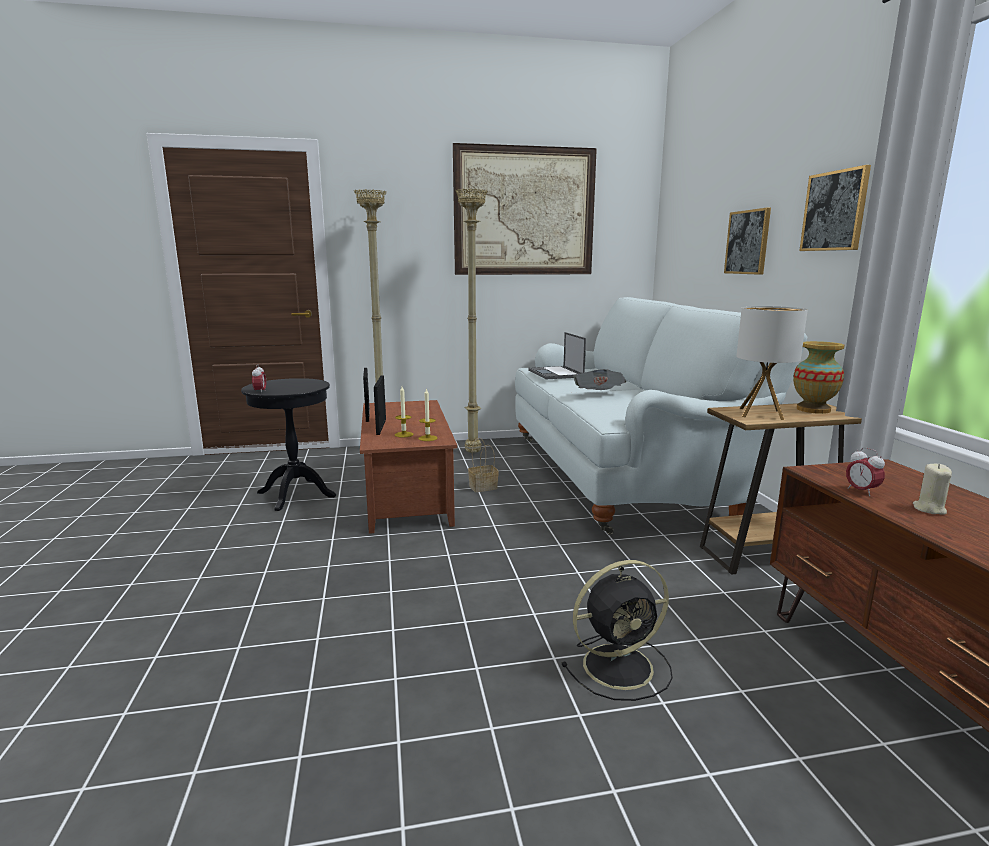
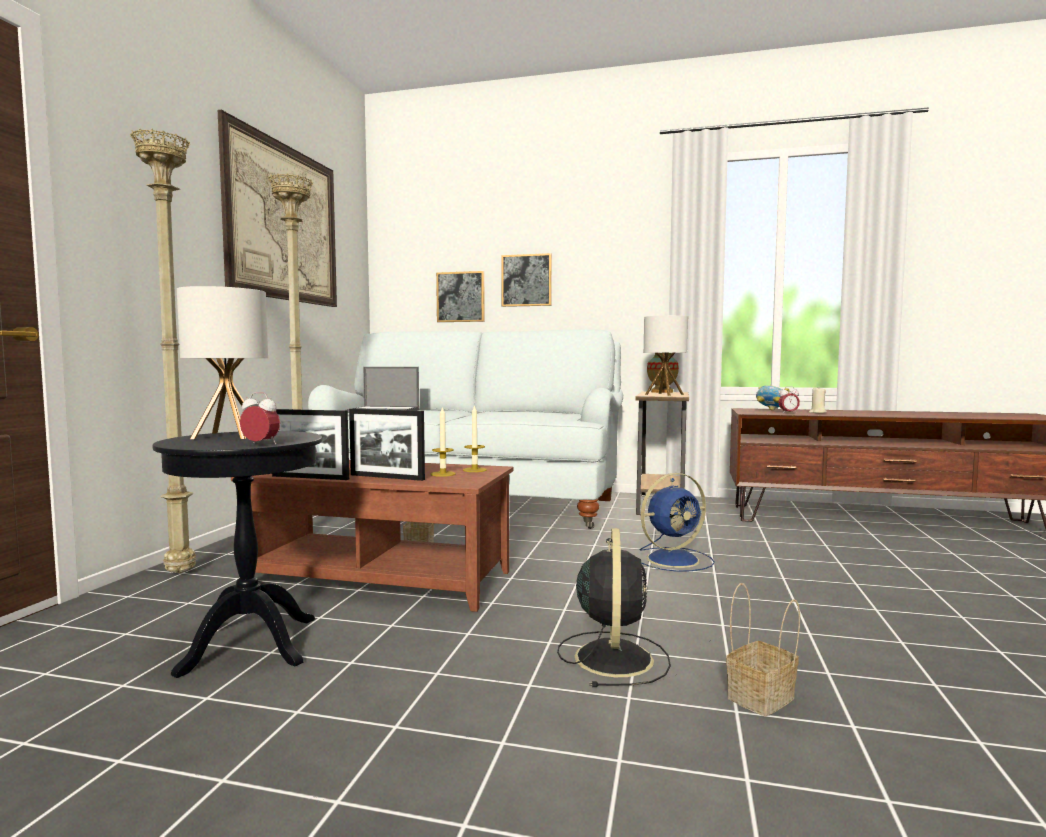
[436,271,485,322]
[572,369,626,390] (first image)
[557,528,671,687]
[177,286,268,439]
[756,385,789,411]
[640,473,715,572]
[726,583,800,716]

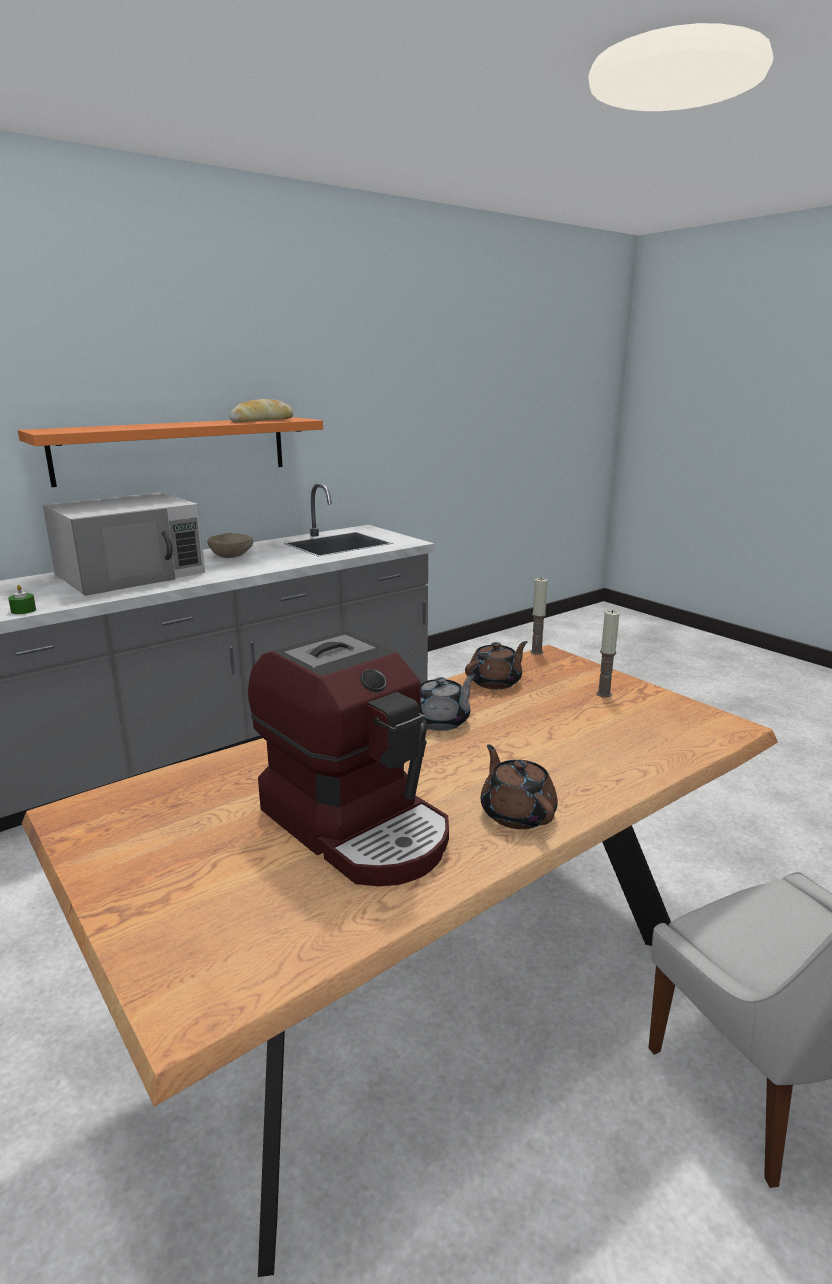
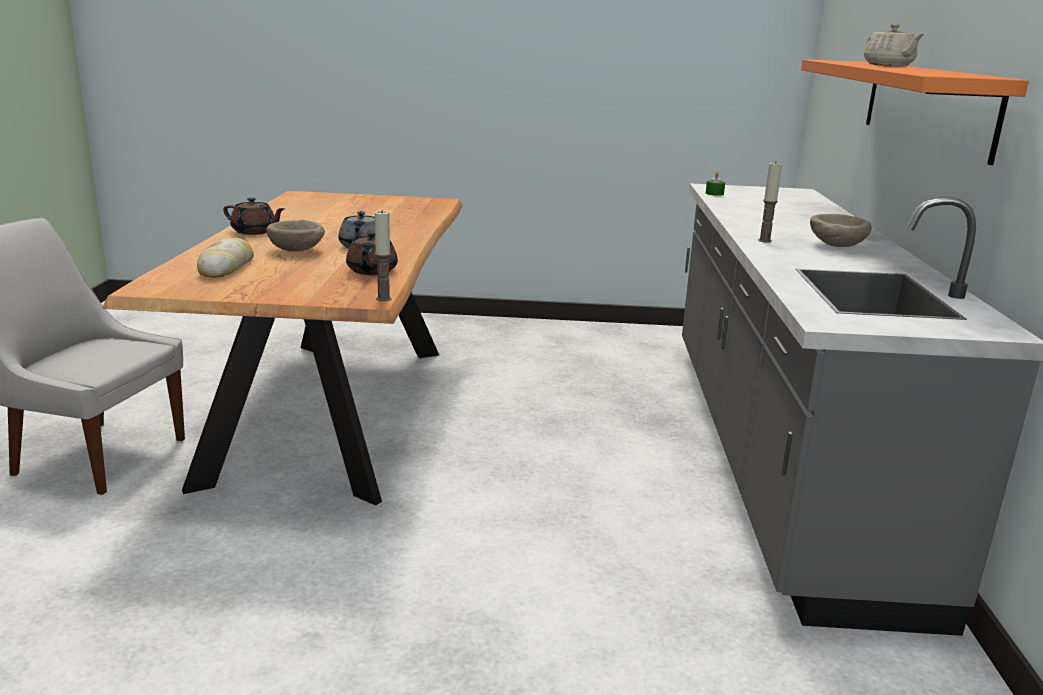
[197,237,254,278]
[43,492,205,596] (first image)
[758,162,782,243]
[248,631,449,886] (first image)
[864,24,924,66]
[266,220,325,252]

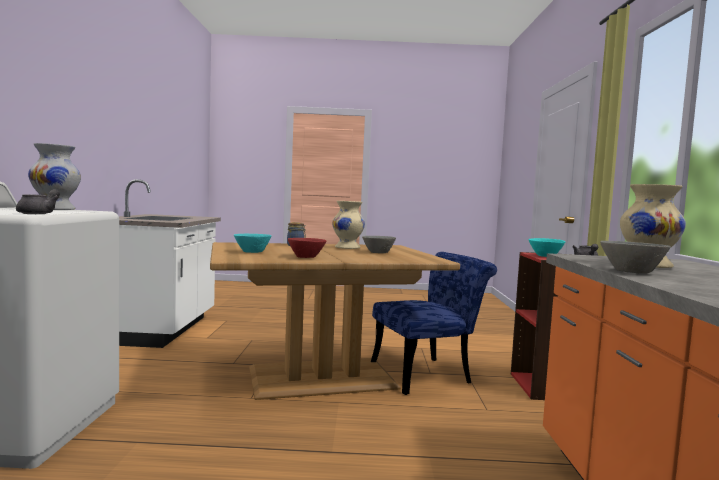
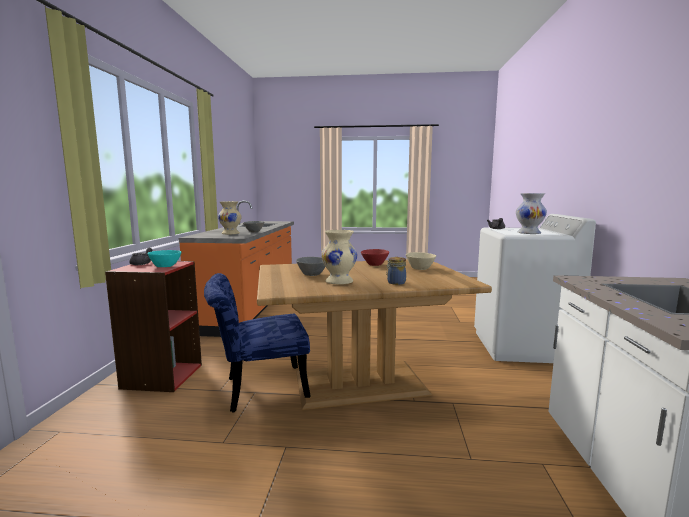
[406,252,436,270]

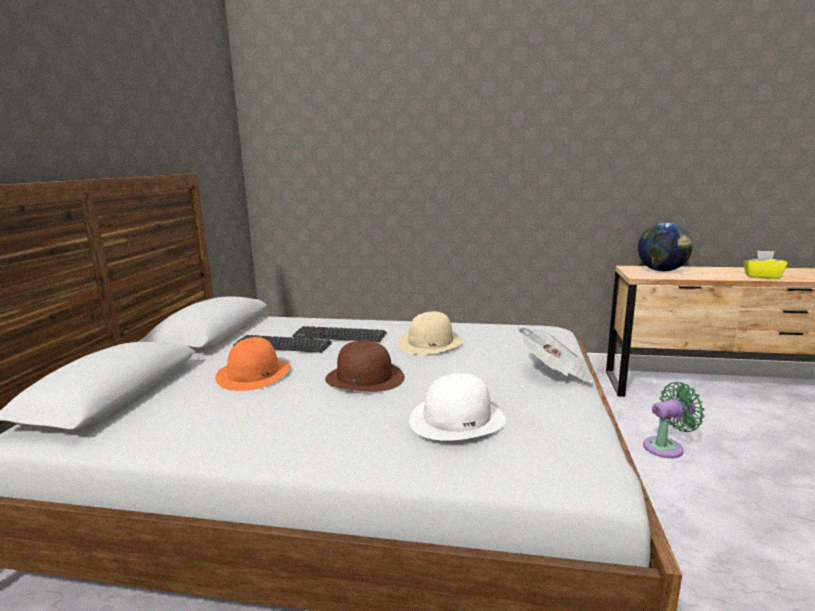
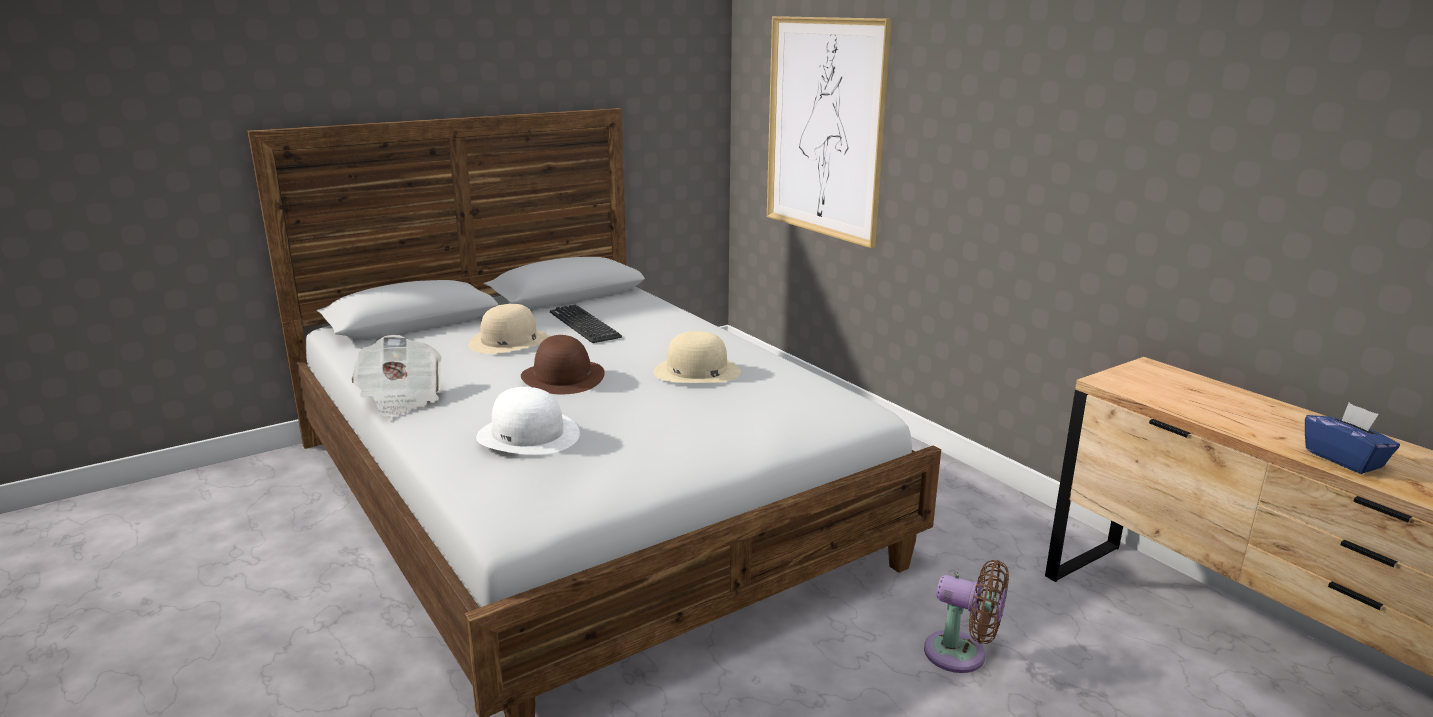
[638,222,693,272] (first image)
[1305,403,1400,474]
[292,326,387,342] (first image)
[351,335,441,417]
[469,304,549,354]
[924,560,1009,673]
[767,16,892,248]

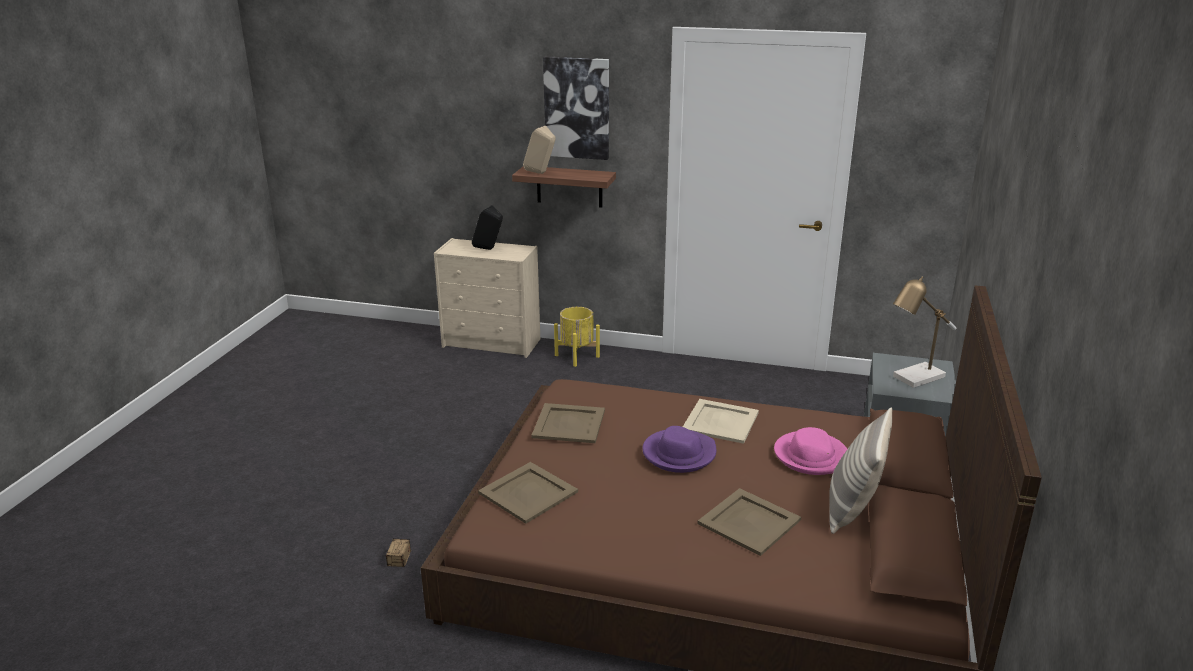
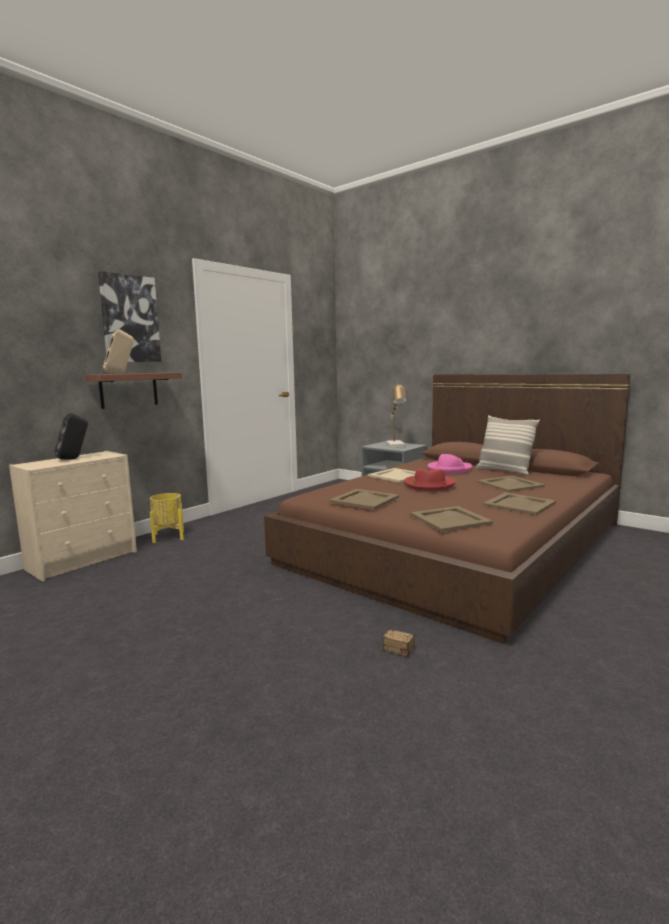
[404,469,456,491]
[483,493,556,515]

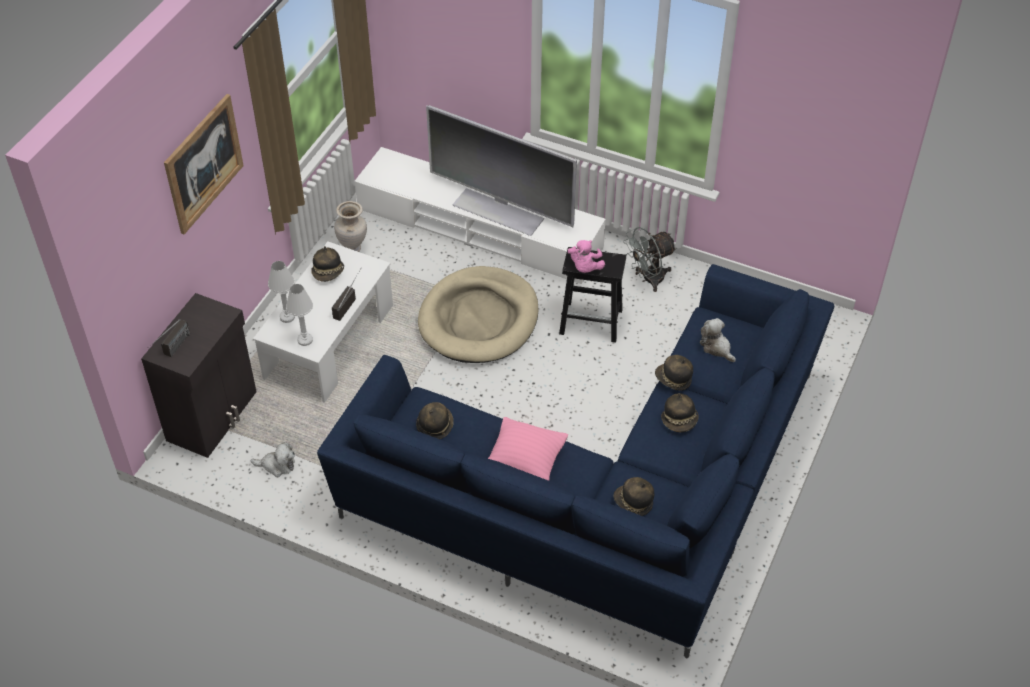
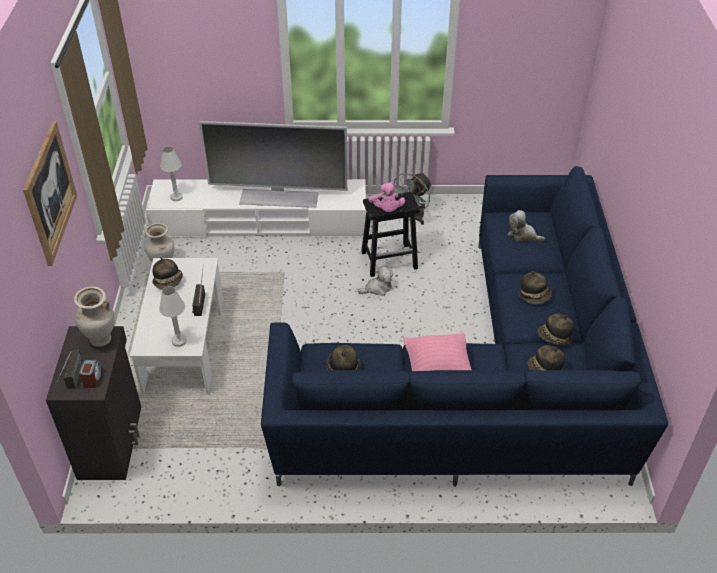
[160,146,183,201]
[418,266,539,363] (first image)
[537,314,574,345]
[358,266,394,296]
[74,286,115,347]
[79,360,102,388]

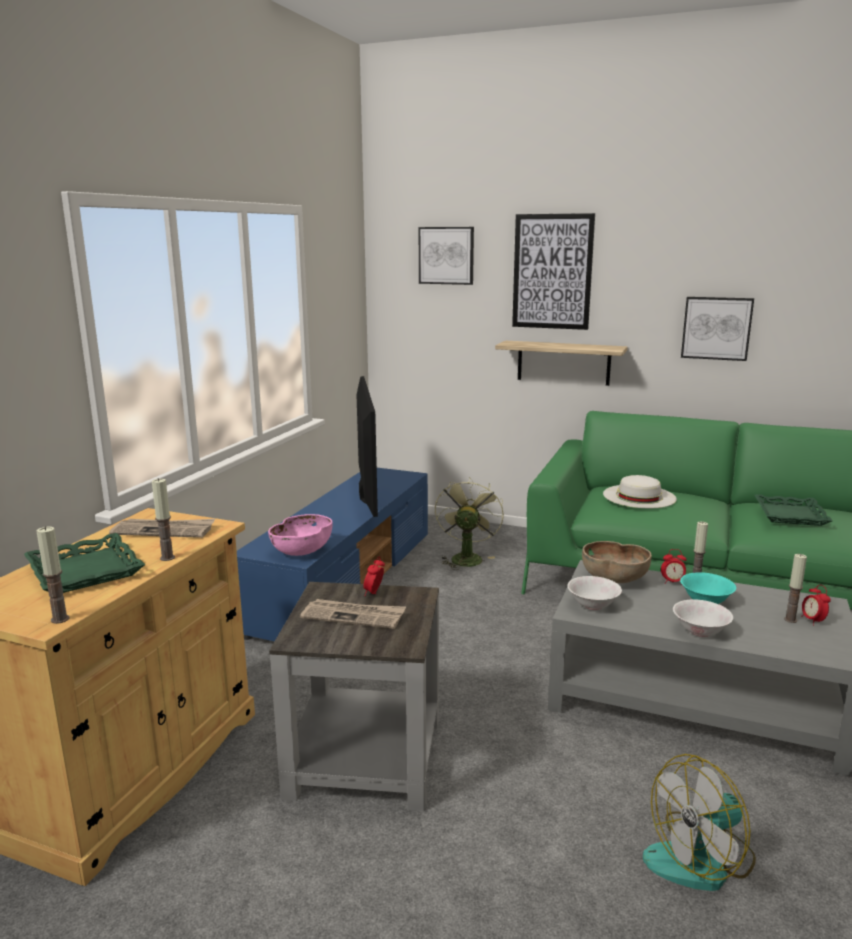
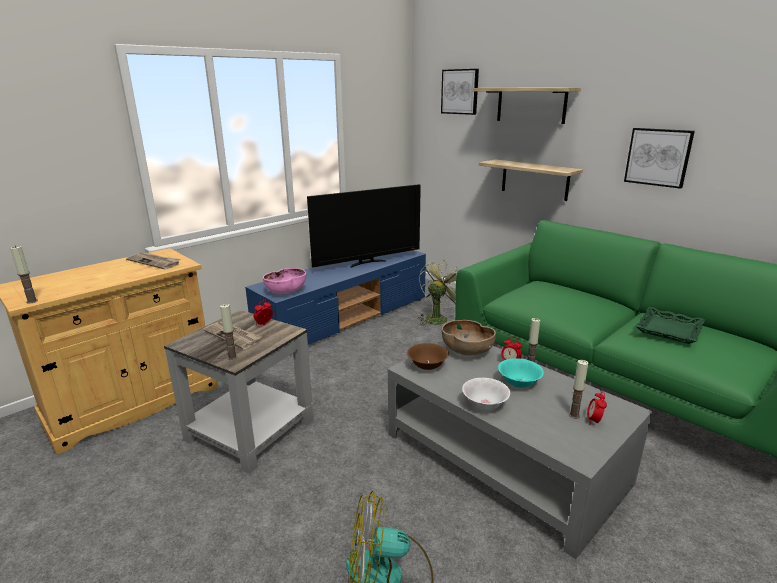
[473,87,581,124]
[307,184,421,268]
[603,475,677,508] (first image)
[220,304,237,360]
[24,533,145,593] (first image)
[407,343,449,370]

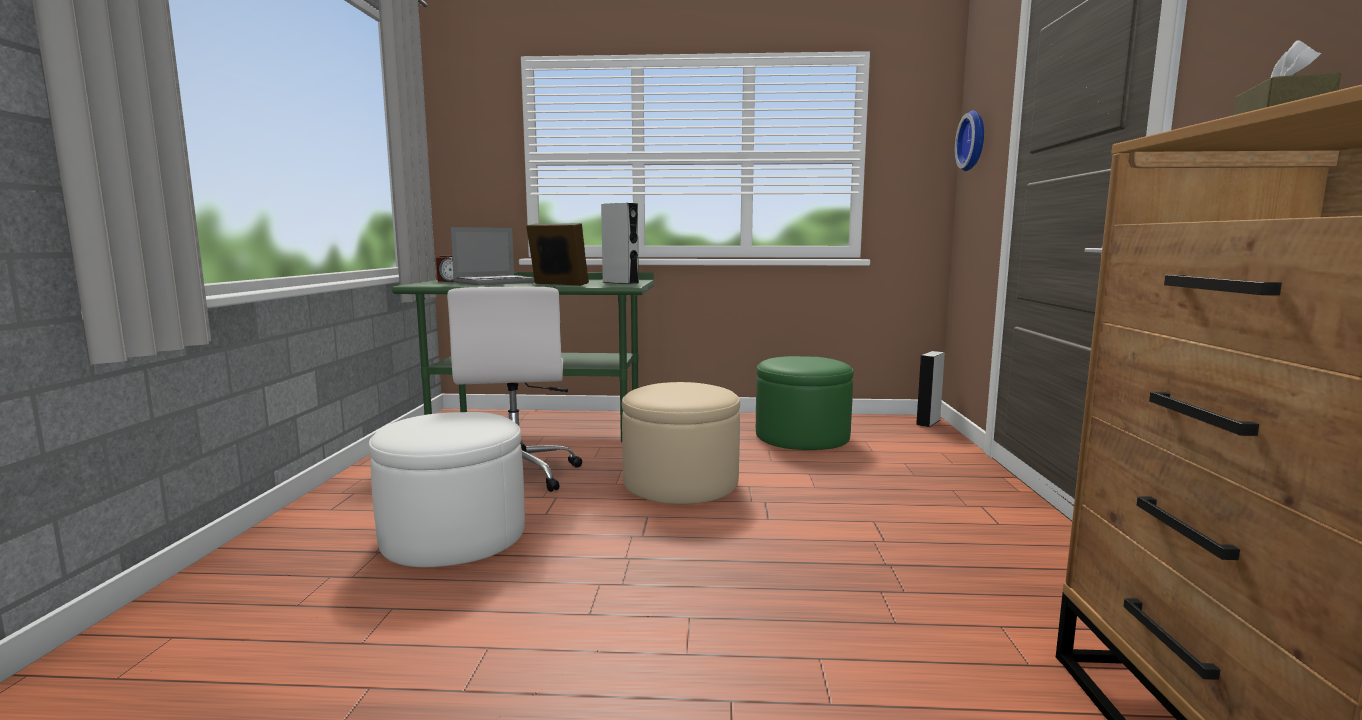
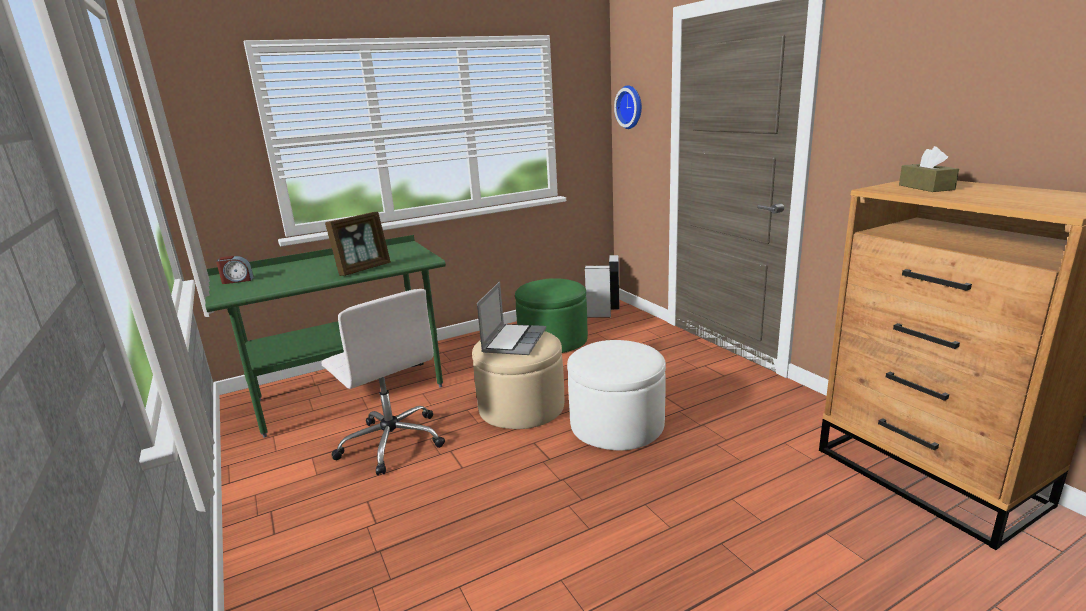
[585,265,611,318]
[325,211,391,276]
[477,282,546,355]
[567,340,666,451]

